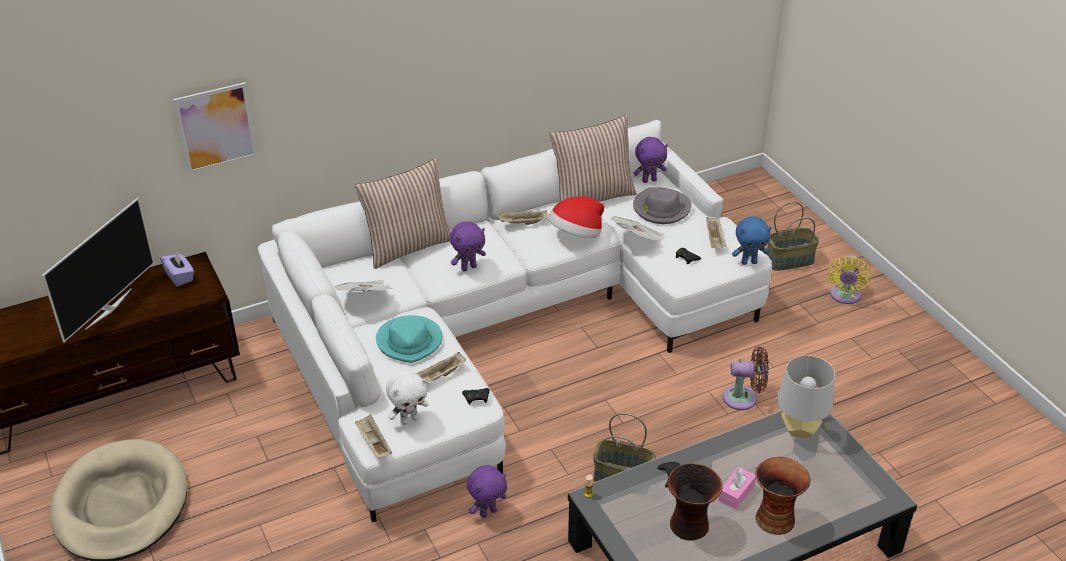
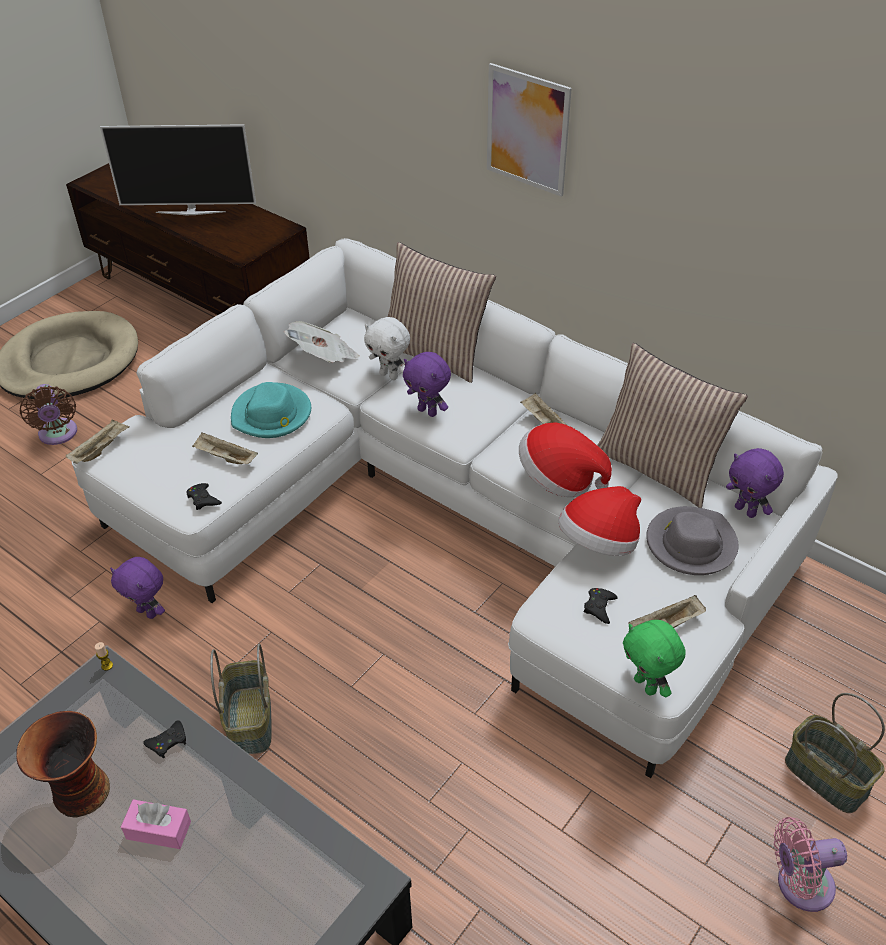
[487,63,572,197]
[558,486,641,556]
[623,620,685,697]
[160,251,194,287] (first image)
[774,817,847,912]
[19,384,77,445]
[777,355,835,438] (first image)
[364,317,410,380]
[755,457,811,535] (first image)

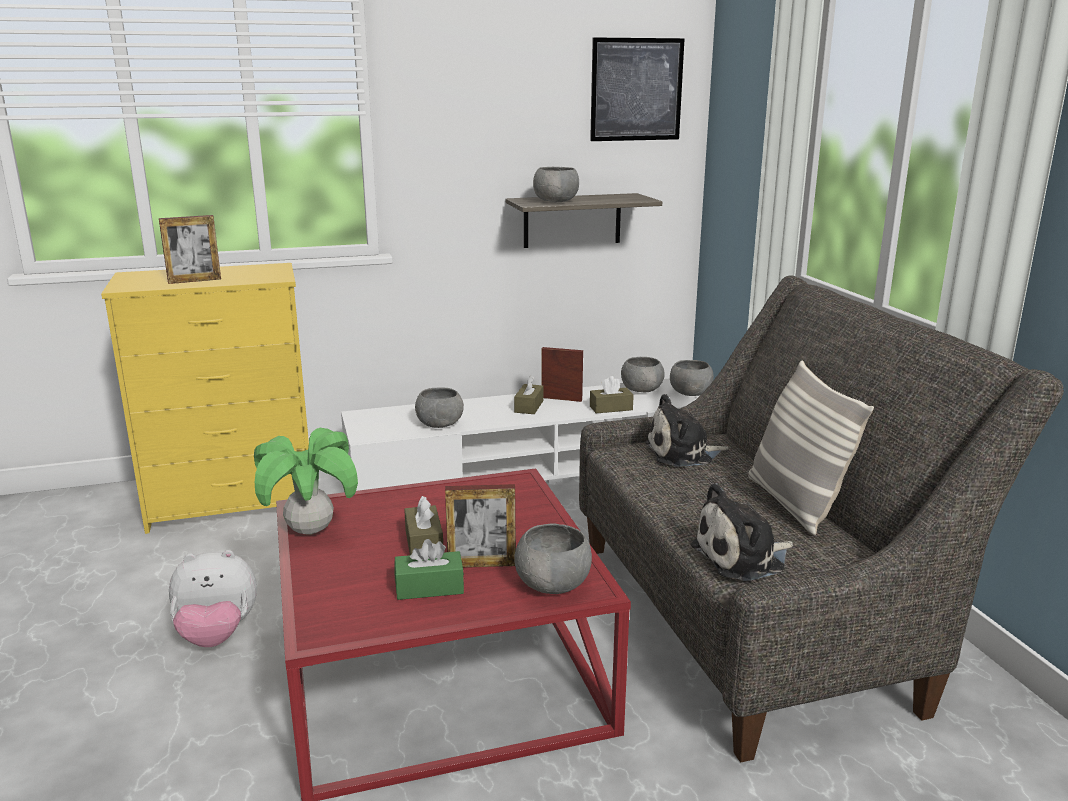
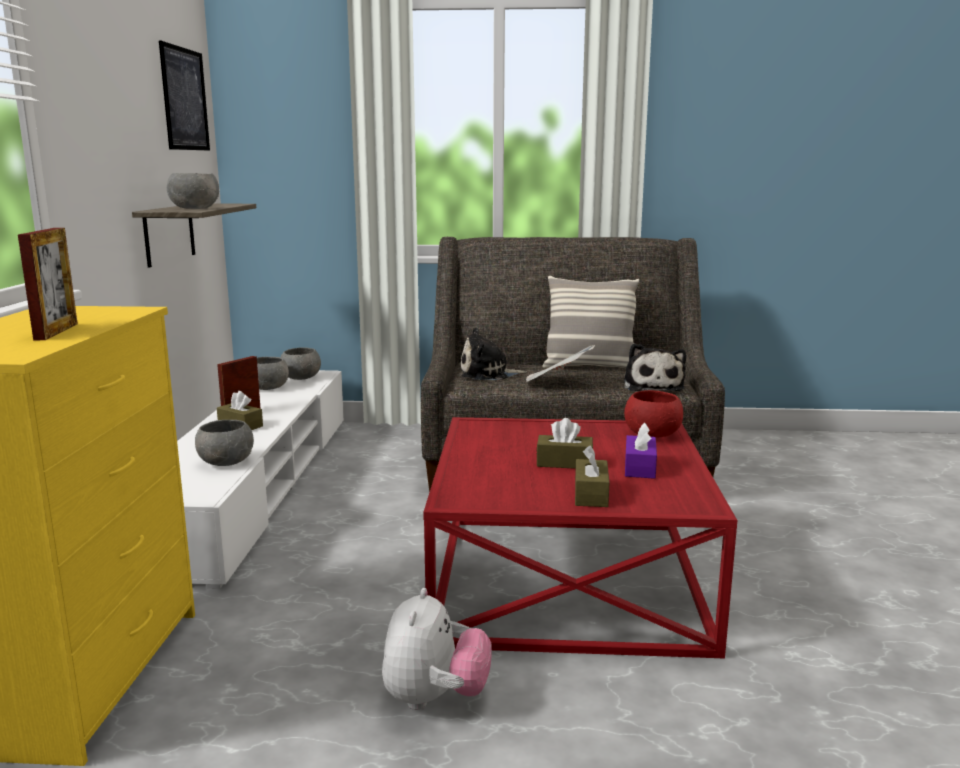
[575,446,610,507]
[461,328,527,380]
[254,428,358,535] (first image)
[445,484,516,568] (first image)
[624,390,683,438]
[625,423,657,479]
[526,345,595,382]

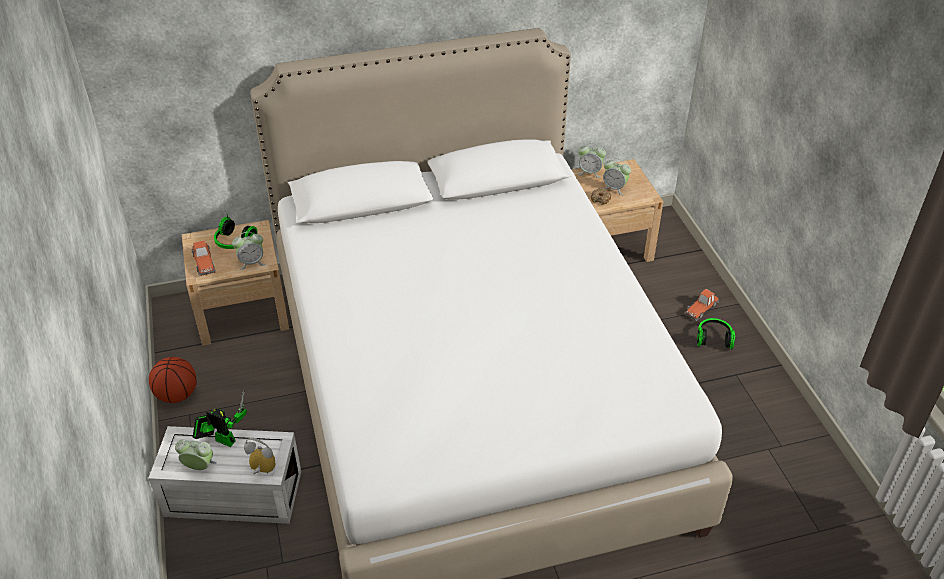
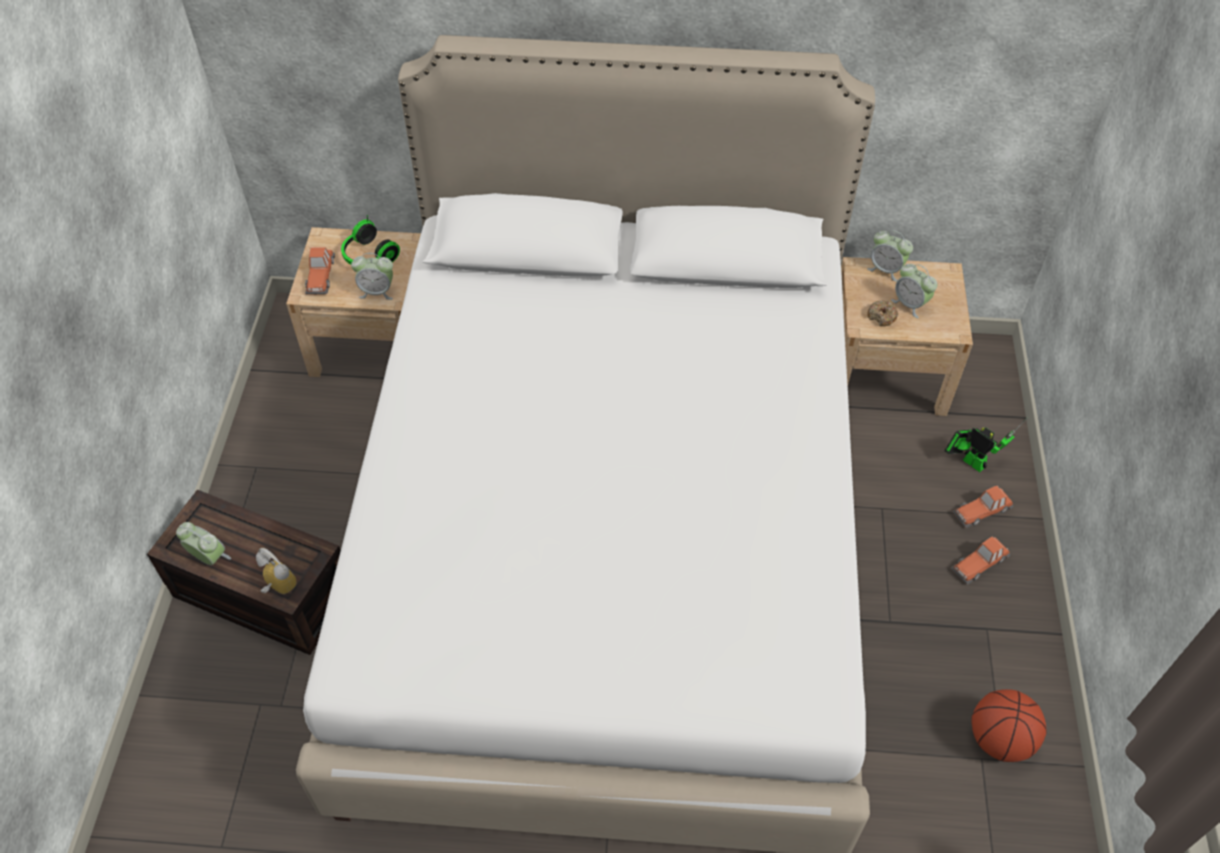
[951,536,1010,585]
[971,689,1047,762]
[944,418,1027,472]
[147,490,341,655]

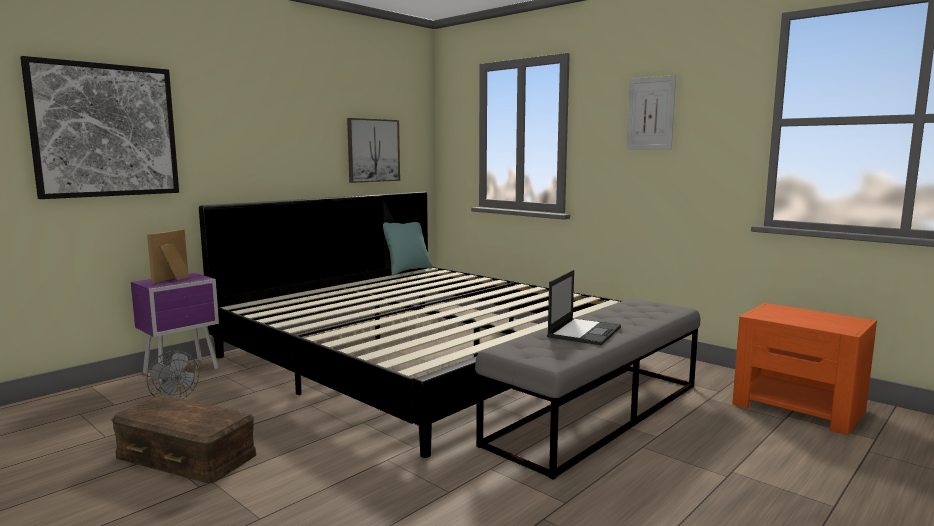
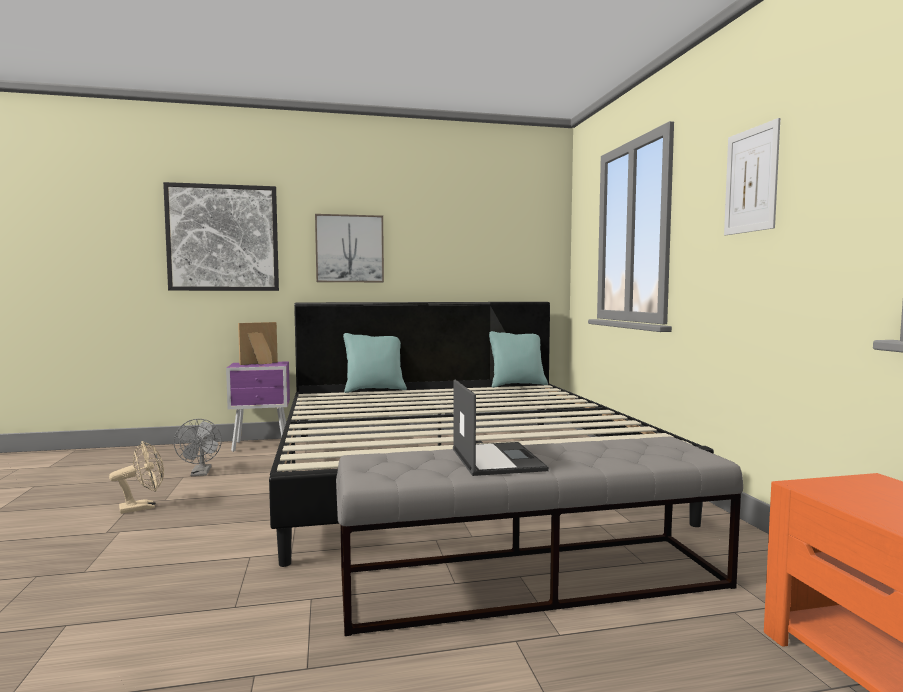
[315,214,384,282]
[453,380,549,476]
[109,441,164,514]
[343,333,407,393]

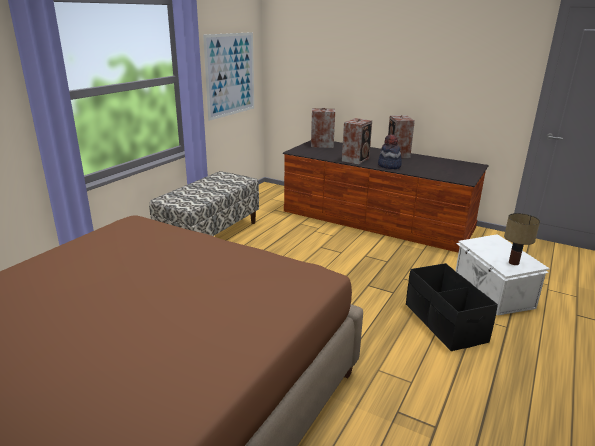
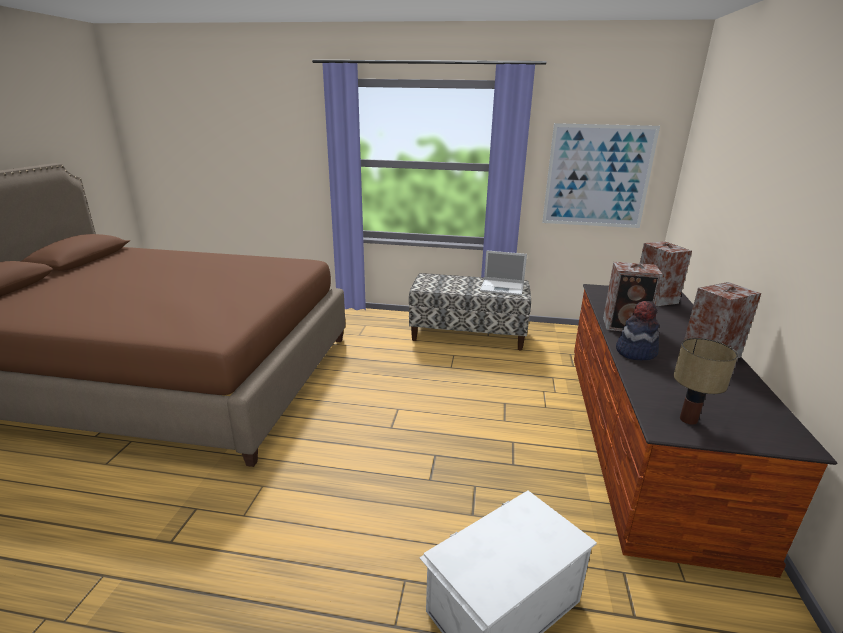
[673,338,738,425]
[406,263,498,351] (first image)
[480,250,527,296]

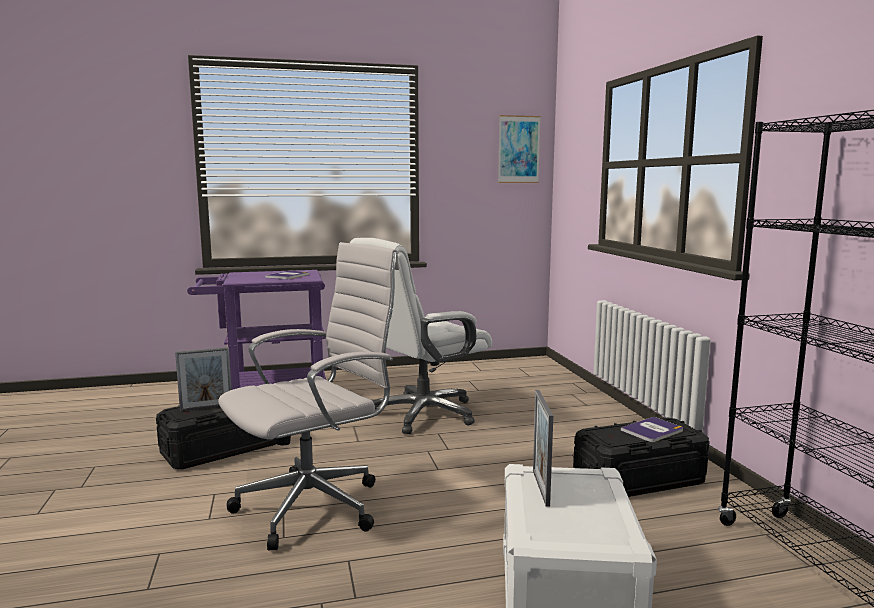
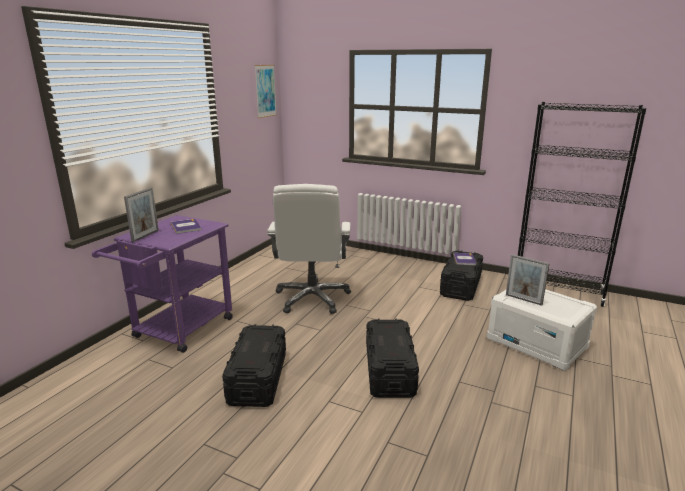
[366,318,419,398]
[124,187,159,242]

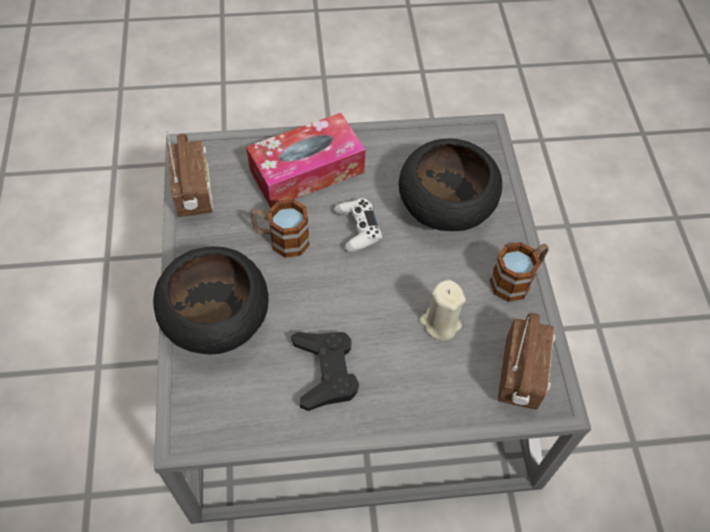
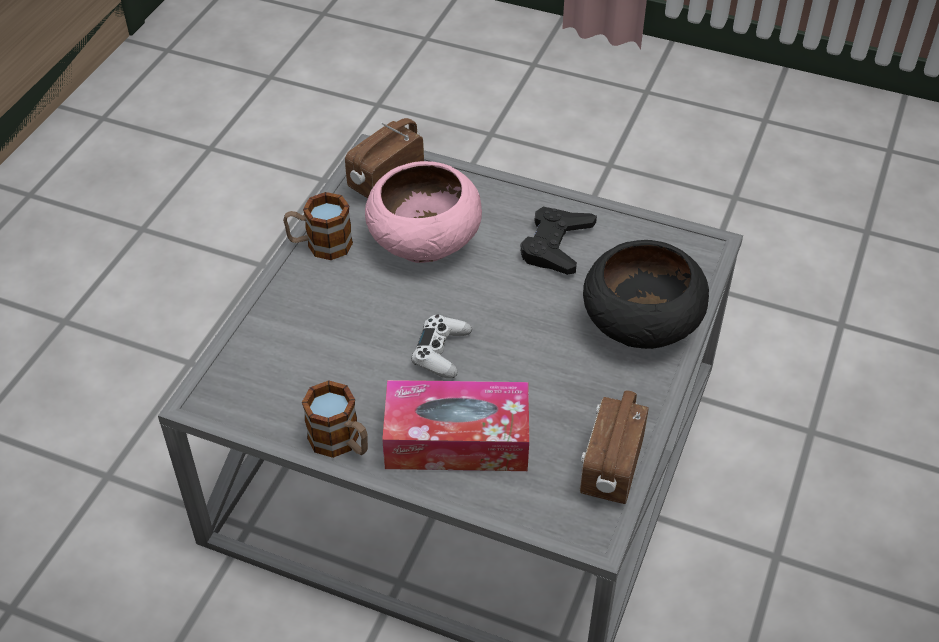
[398,138,502,231] (first image)
[302,380,368,458]
[365,161,482,263]

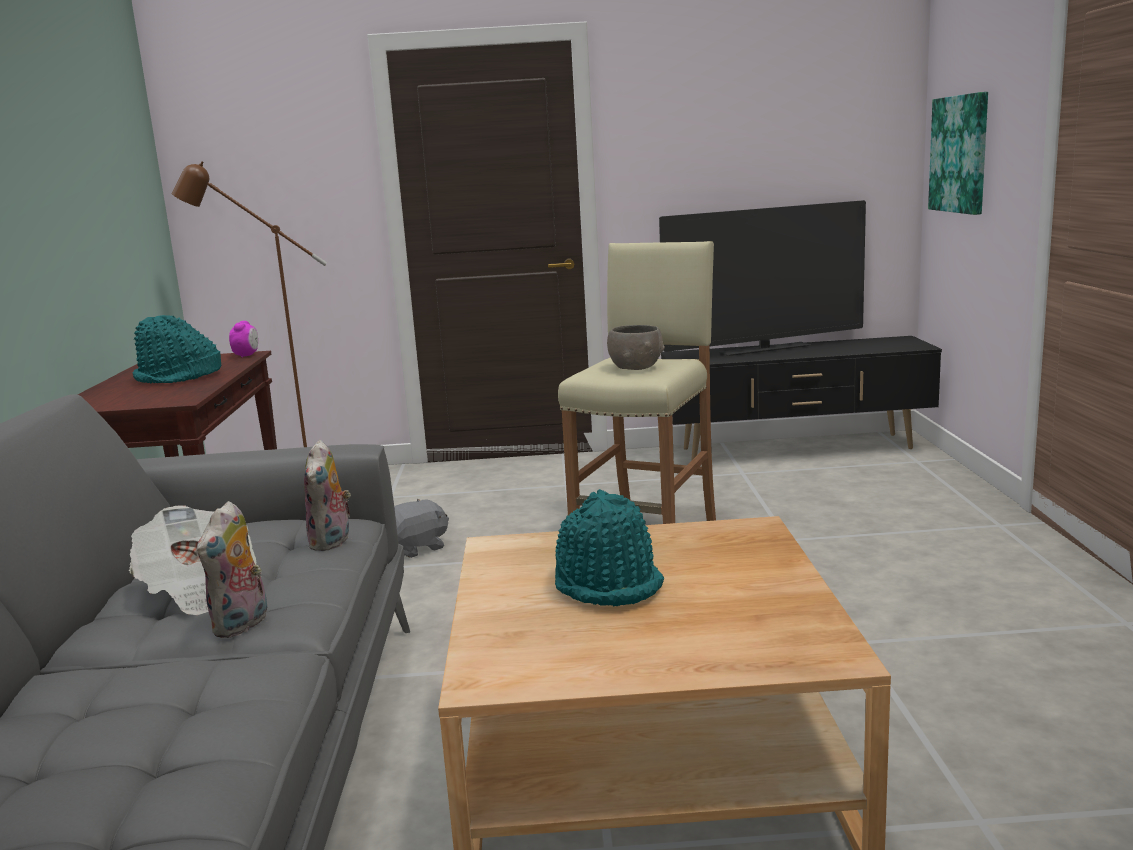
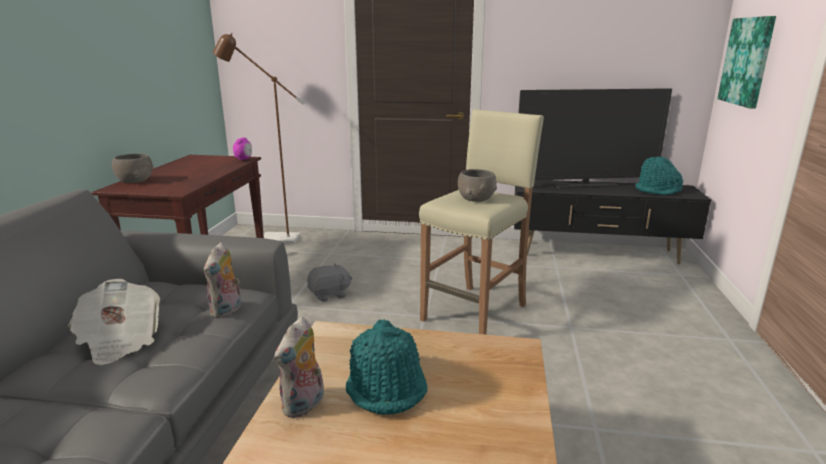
[635,157,683,195]
[274,317,324,418]
[112,153,154,183]

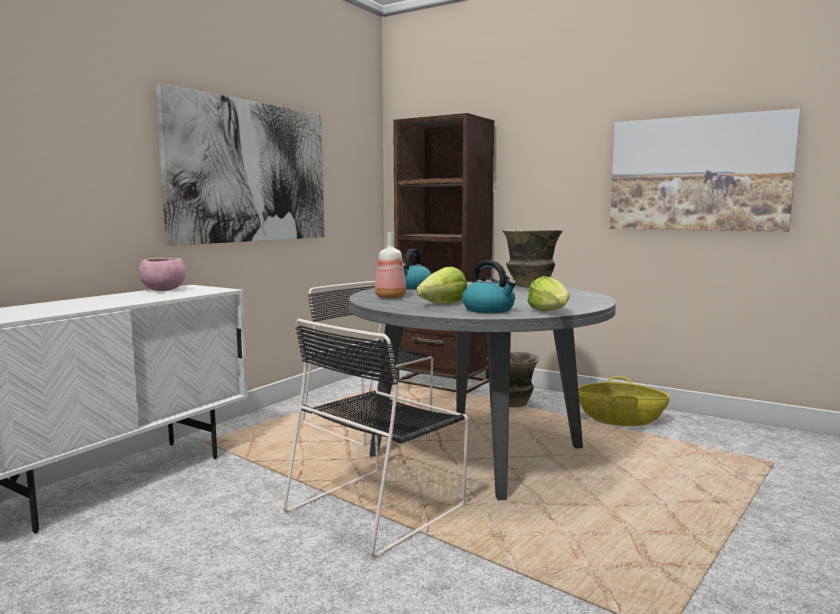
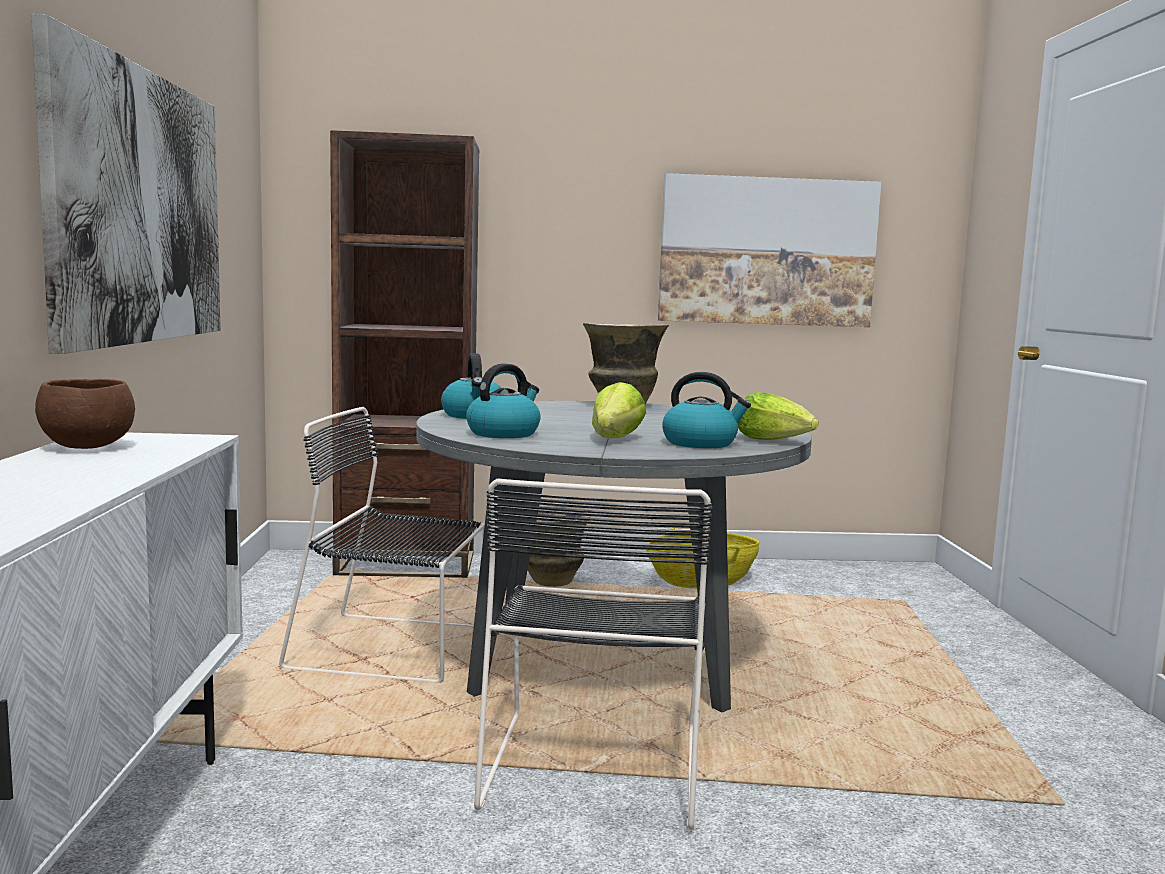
[466,363,541,438]
[35,379,135,449]

